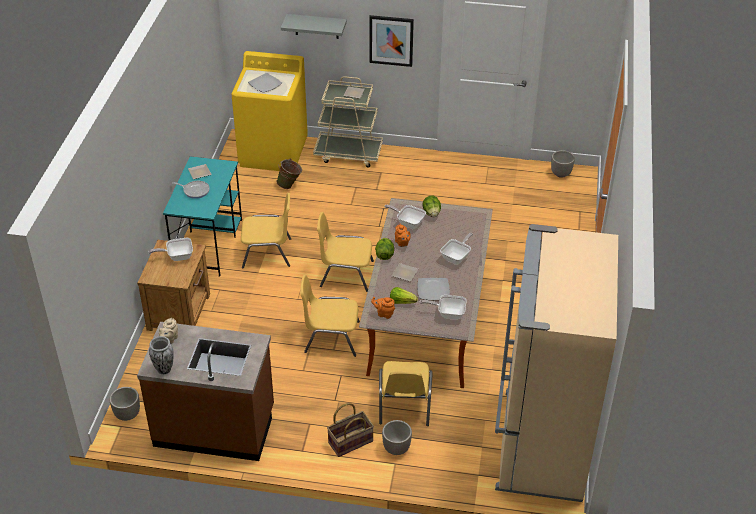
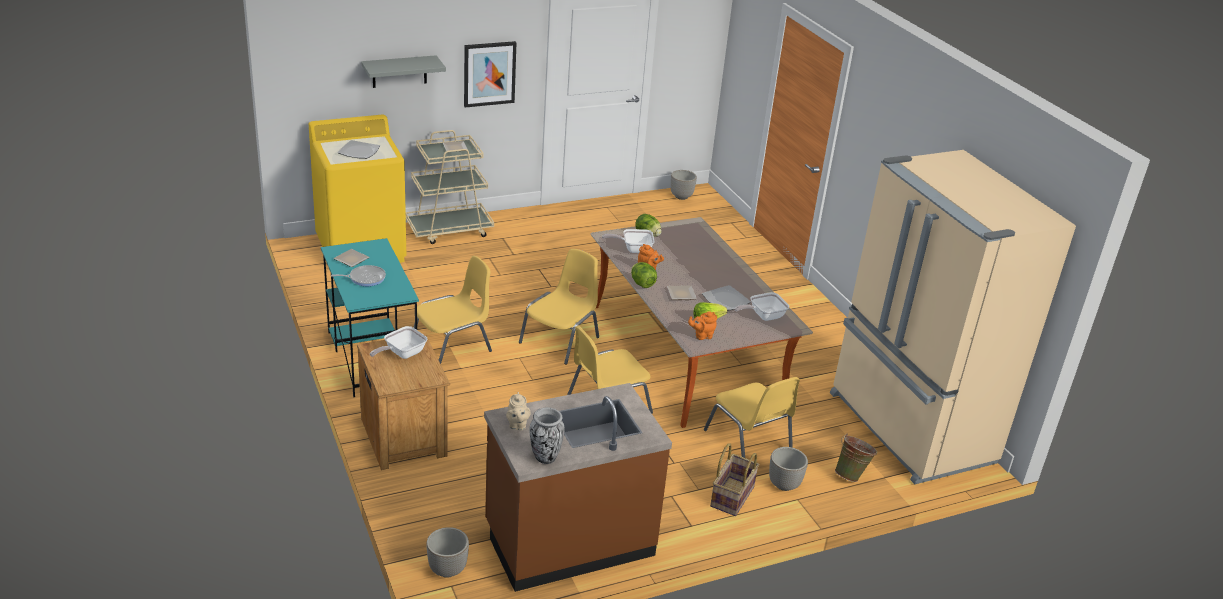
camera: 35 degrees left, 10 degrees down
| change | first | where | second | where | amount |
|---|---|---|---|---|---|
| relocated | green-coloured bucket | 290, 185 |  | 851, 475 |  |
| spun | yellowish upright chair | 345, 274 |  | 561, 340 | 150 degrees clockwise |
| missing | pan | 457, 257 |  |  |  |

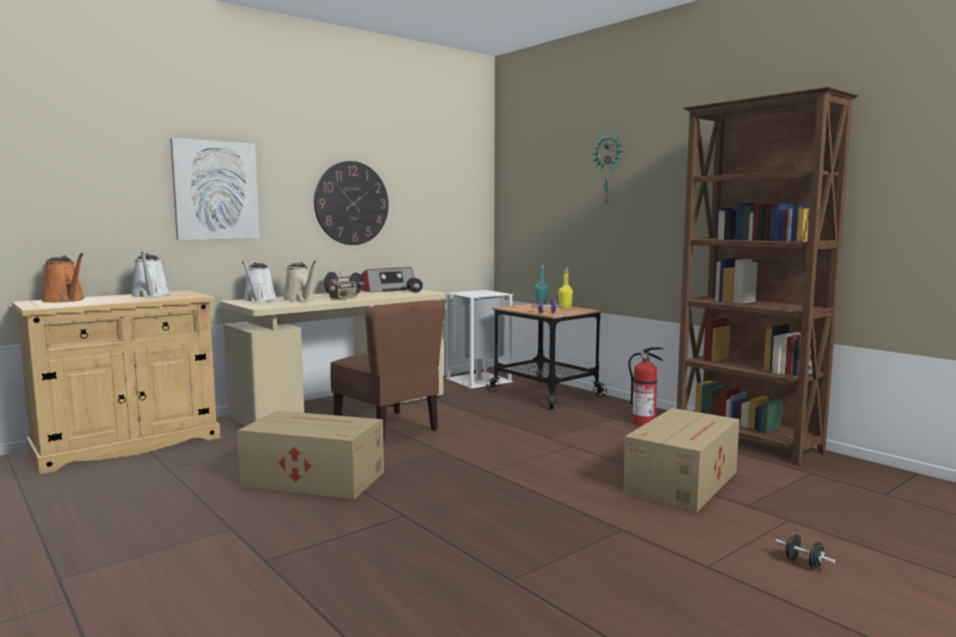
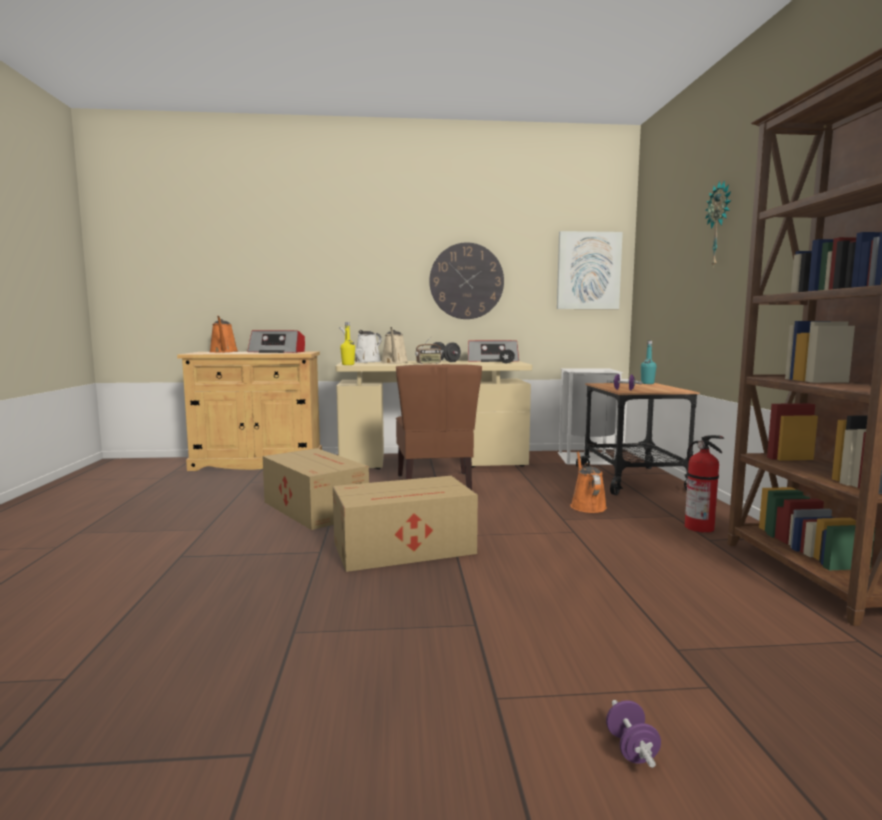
camera: 35 degrees right, 0 degrees up
| change | first | where | second | where | amount |
|---|---|---|---|---|---|
| exchanged | white watering can | 150, 296 | radio receiver | 277, 352 |  |
| relocated | wall picture | 215, 190 |  | 588, 271 |  |
| relocated | yellowish bottle | 565, 308 |  | 348, 364 |  |
| relocated | packing box | 683, 482 |  | 406, 548 |  |
| colour | blackish free weight | 803, 563 | purplish free weight | 631, 749 |  |
| appeared |  |  | orange watering can | 587, 506 |  |

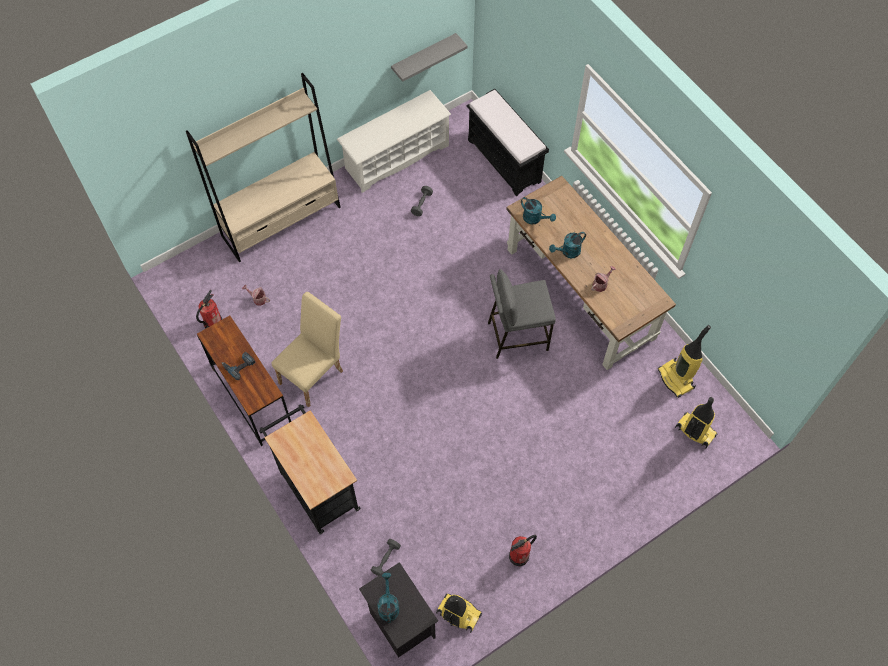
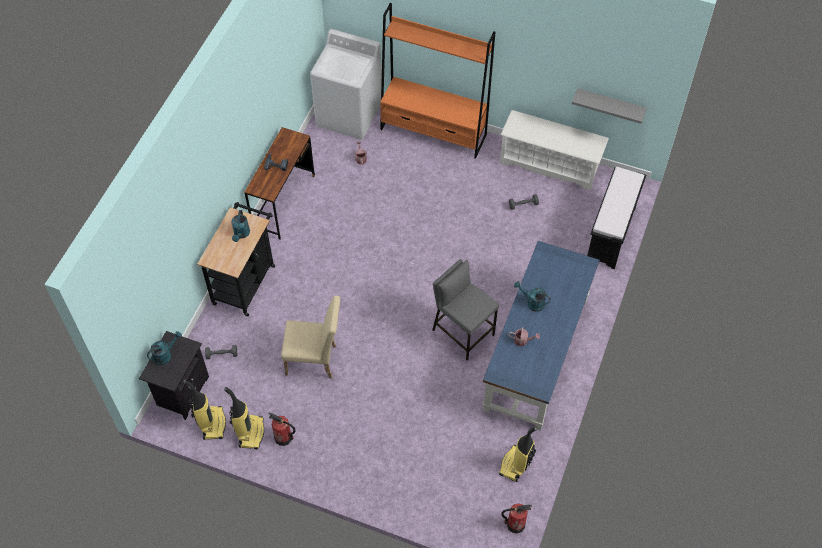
camera: 55 degrees right, 5 degrees down
| change | first | where | second | where | amount |
|---|---|---|---|---|---|
| colour | beige-coloured shelving unit | 281, 221 | orange shelving unit | 433, 132 |  |
| relocated | fire extinguisher | 213, 322 |  | 515, 524 |  |
| relocated | beige-coloured upright chair | 314, 373 |  | 315, 360 |  |
| colour | brown-coloured desk unit | 581, 293 | bluish desk unit | 536, 354 |  |
| relocated | blue-green watering can | 535, 219 |  | 241, 234 |  |
| relocated | vacuum | 694, 431 |  | 250, 432 |  |
| appeared |  |  | white laundry appliance | 349, 115 |  |

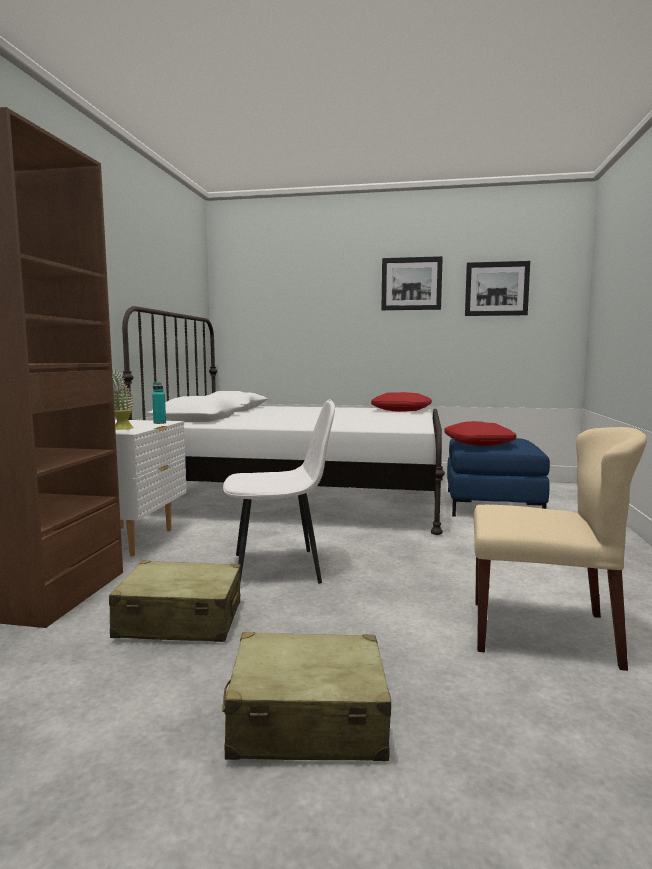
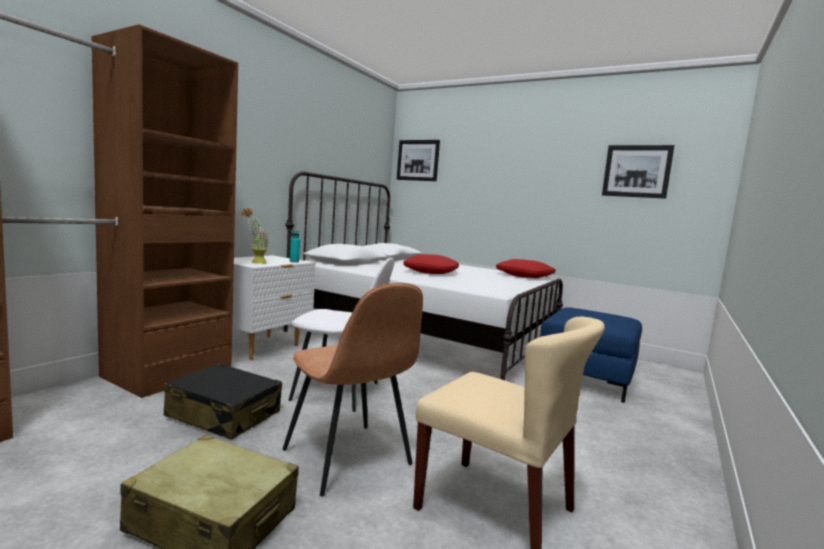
camera: 20 degrees right, 0 degrees up
| change | first | where | second | where | amount |
|---|---|---|---|---|---|
| colour | beige-coloured piece of luggage | 180, 620 | blackish piece of luggage | 224, 415 |  |
| relocated | wall picture | 411, 283 |  | 418, 160 |  |
| relocated | red-coloured pillow | 478, 443 |  | 430, 272 |  |
| appeared |  |  | brown-coloured upright chair | 348, 459 |  |

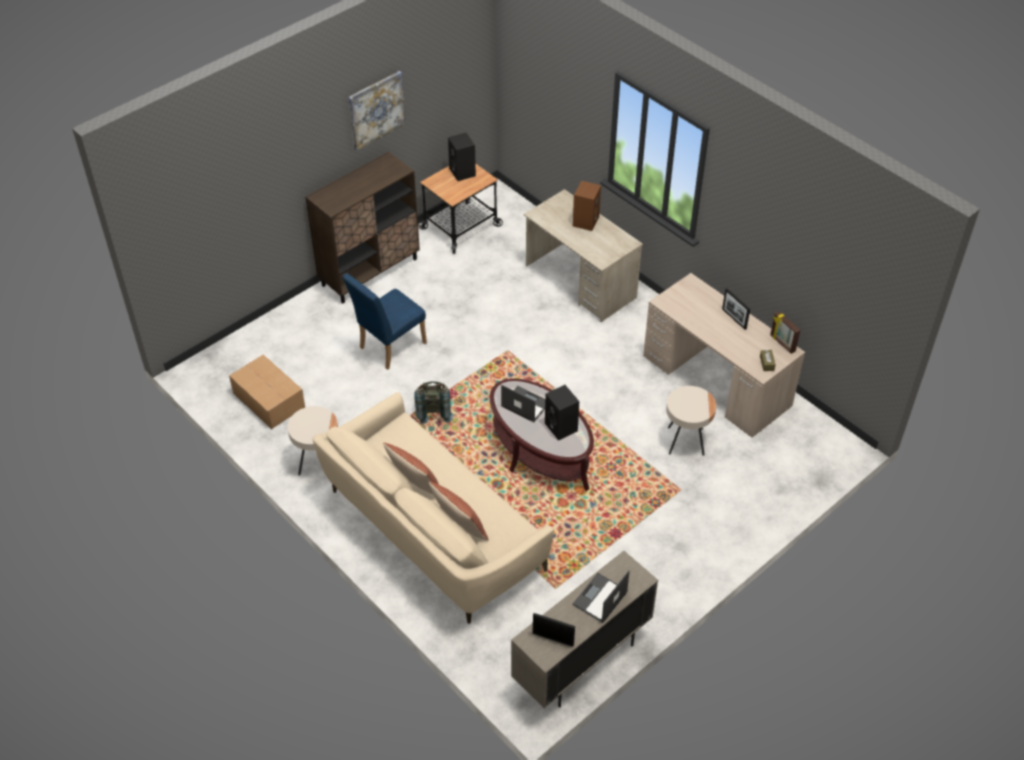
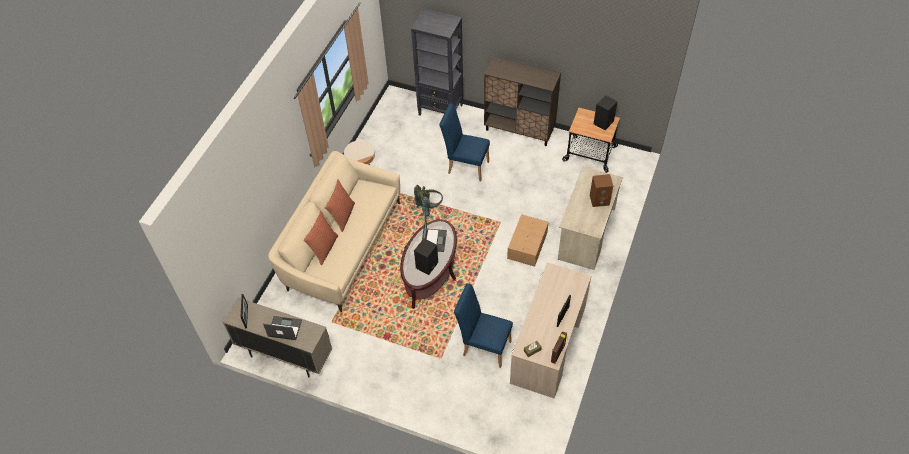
camera: 65 degrees right, 5 degrees up
| change | first | where | second | where | amount |
|---|---|---|---|---|---|
| relocated | packing box | 268, 399 |  | 528, 245 |  |
| missing | wall picture | 376, 110 |  |  |  |
| exchanged | beige-coloured accent table | 685, 441 | bluish upright chair | 483, 346 |  |
| appeared |  |  | blackish shelving unit | 441, 110 |  |

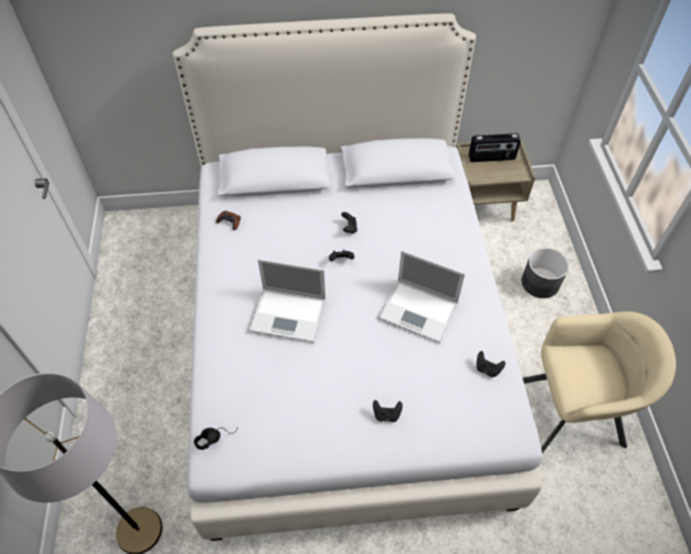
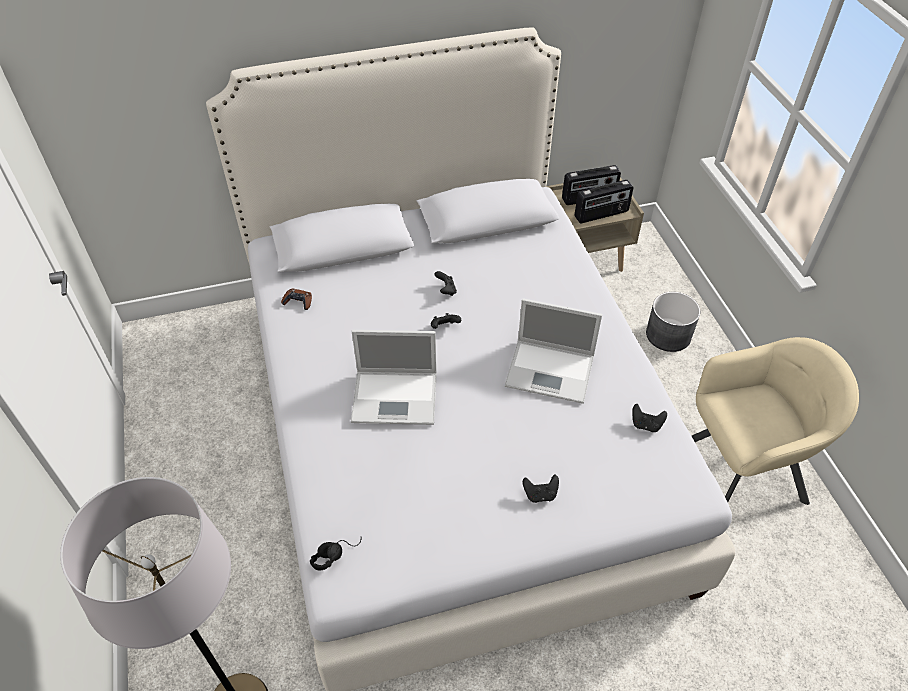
camera: 10 degrees left, 5 degrees down
| change | first | where | second | where | amount |
|---|---|---|---|---|---|
| appeared |  |  | radio receiver | 601, 214 |  |

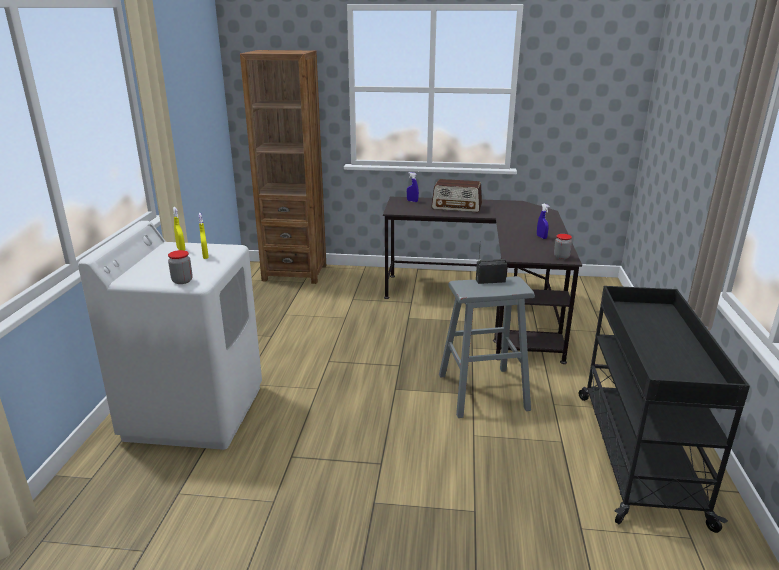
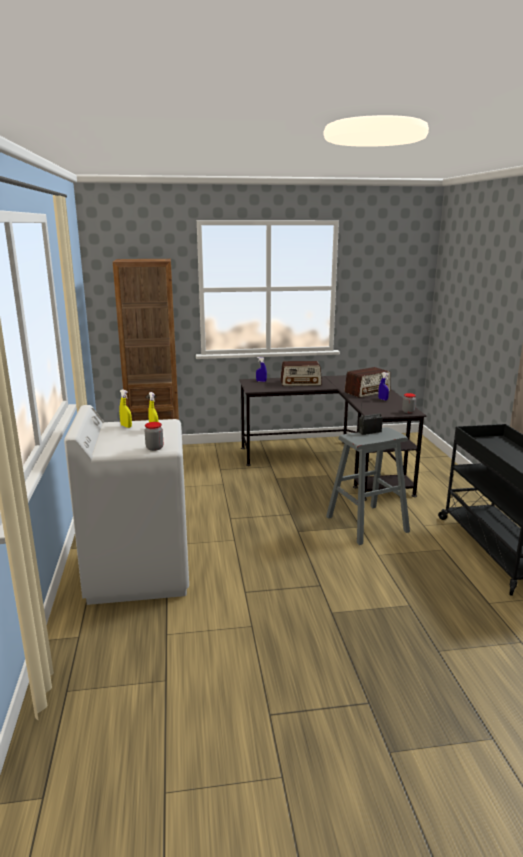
camera: 15 degrees left, 5 degrees down
| change | first | where | second | where | amount |
|---|---|---|---|---|---|
| appeared |  |  | radio receiver | 367, 392 |  |

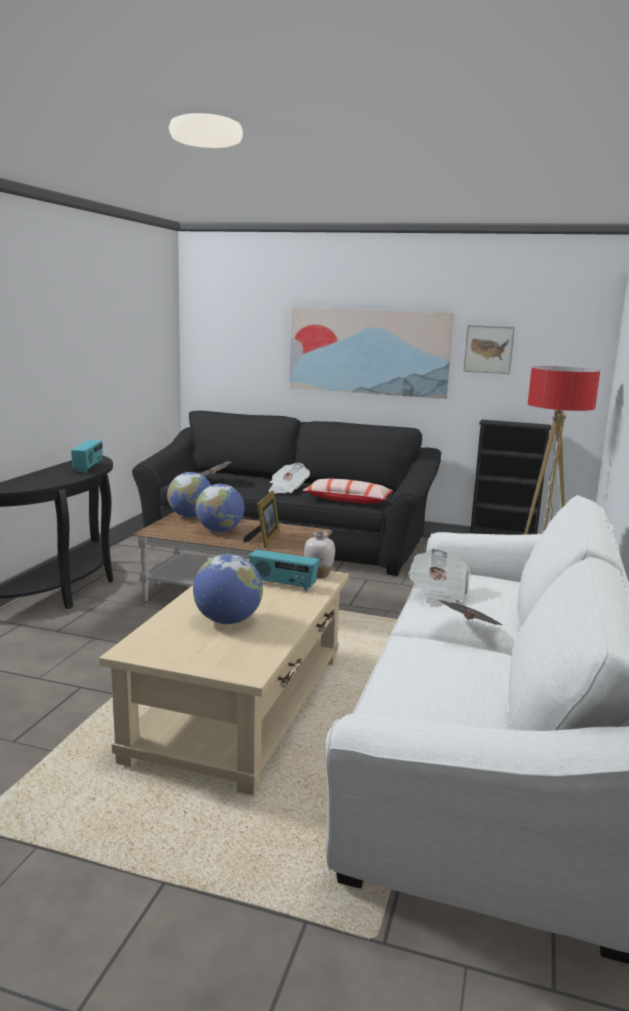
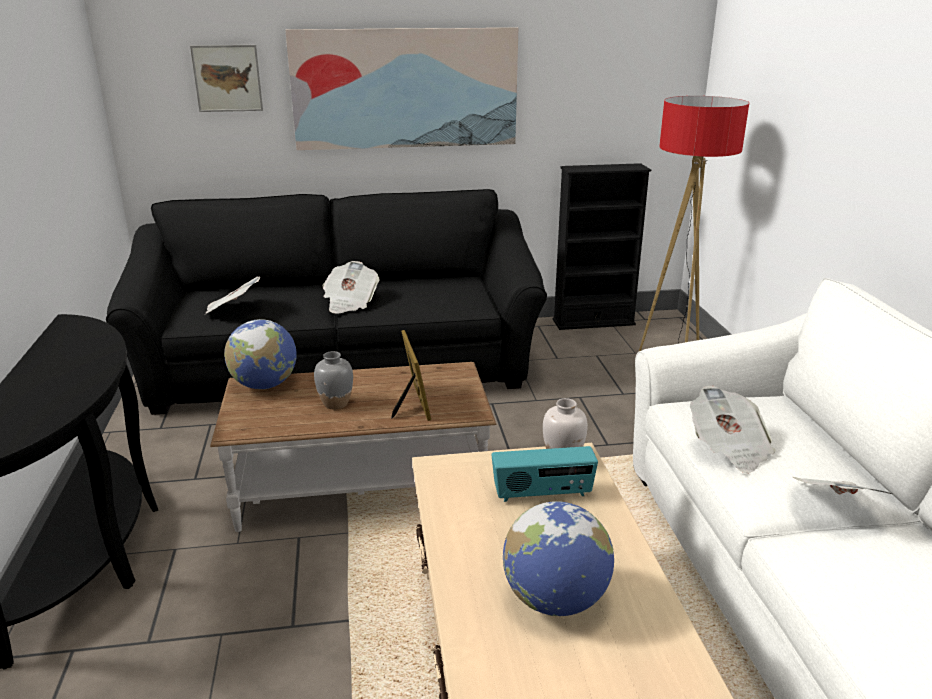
camera: 25 degrees left, 10 degrees up
| change | first | where | second | where | amount |
|---|---|---|---|---|---|
| missing | radio receiver | 88, 467 |  |  |  |
| exchanged | desk globe | 220, 531 | gray flower vase | 335, 404 |  |
| missing | pillow | 347, 500 |  |  |  |
| relocated | wall picture | 488, 349 |  | 227, 78 |  |

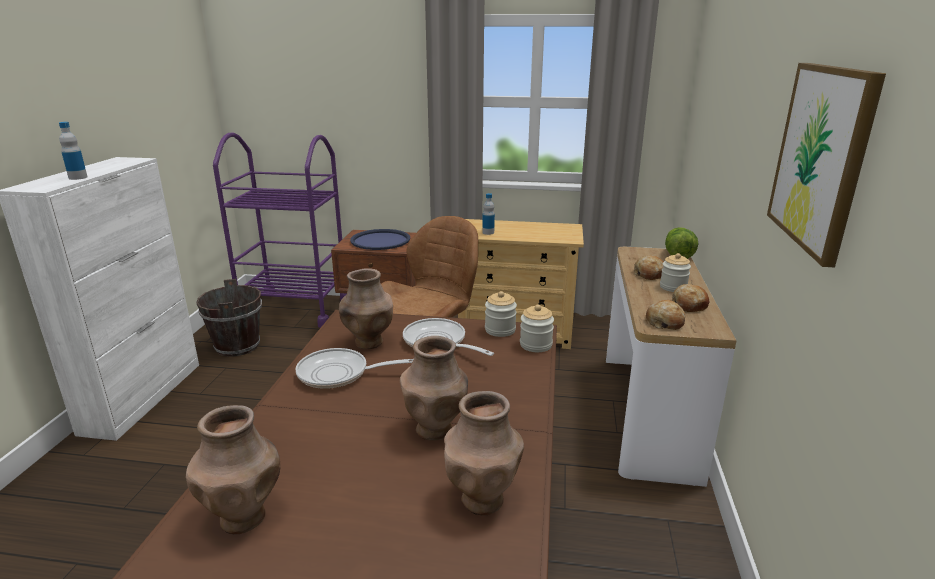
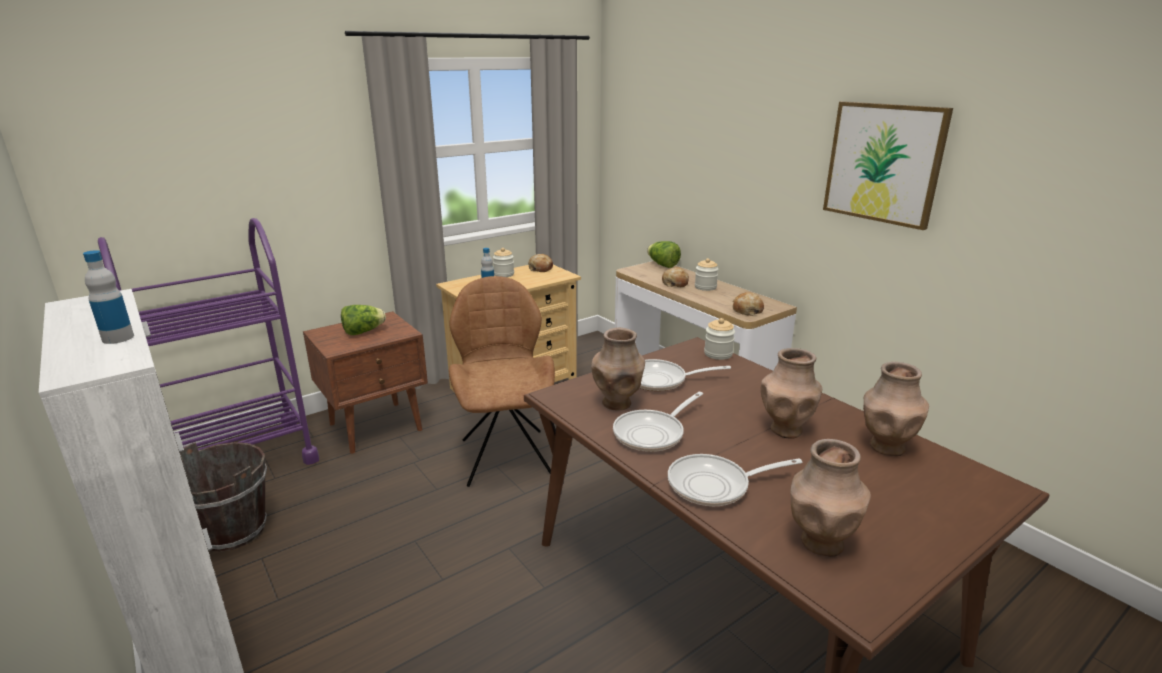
camera: 45 degrees left, 0 degrees up
| change | first | where | second | where | amount |
|---|---|---|---|---|---|
| exchanged | bluish serving tray | 380, 240 | head of lettuce | 363, 332 |  |
| relocated | preserve jar | 500, 330 |  | 504, 274 |  |
| relocated | baked bread | 689, 305 |  | 541, 268 |  |
| appeared |  |  | pan | 715, 485 |  |

